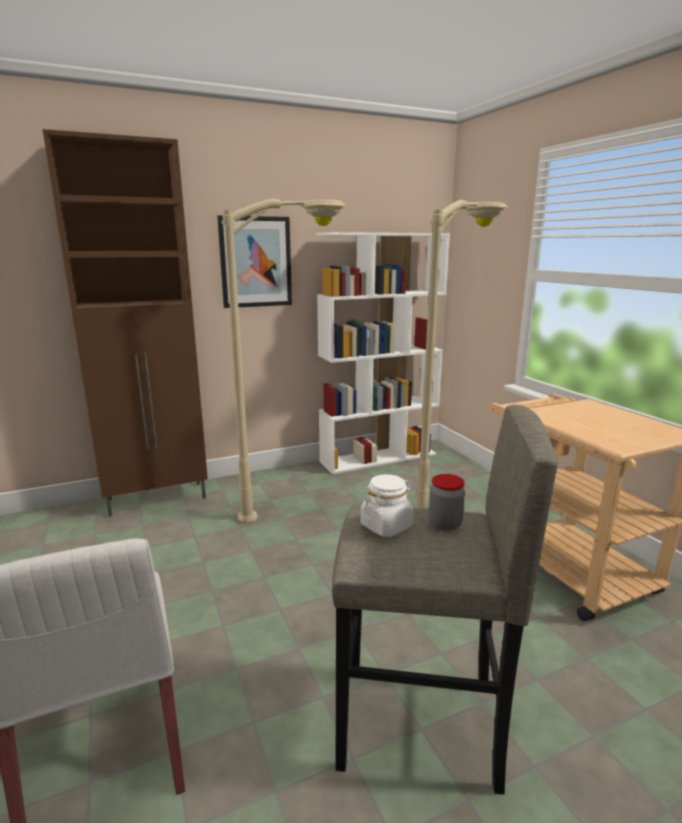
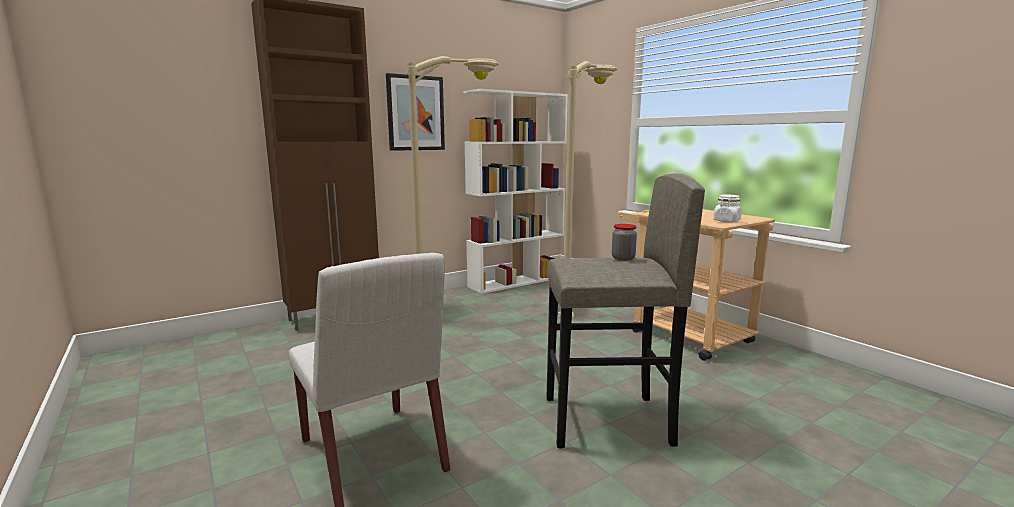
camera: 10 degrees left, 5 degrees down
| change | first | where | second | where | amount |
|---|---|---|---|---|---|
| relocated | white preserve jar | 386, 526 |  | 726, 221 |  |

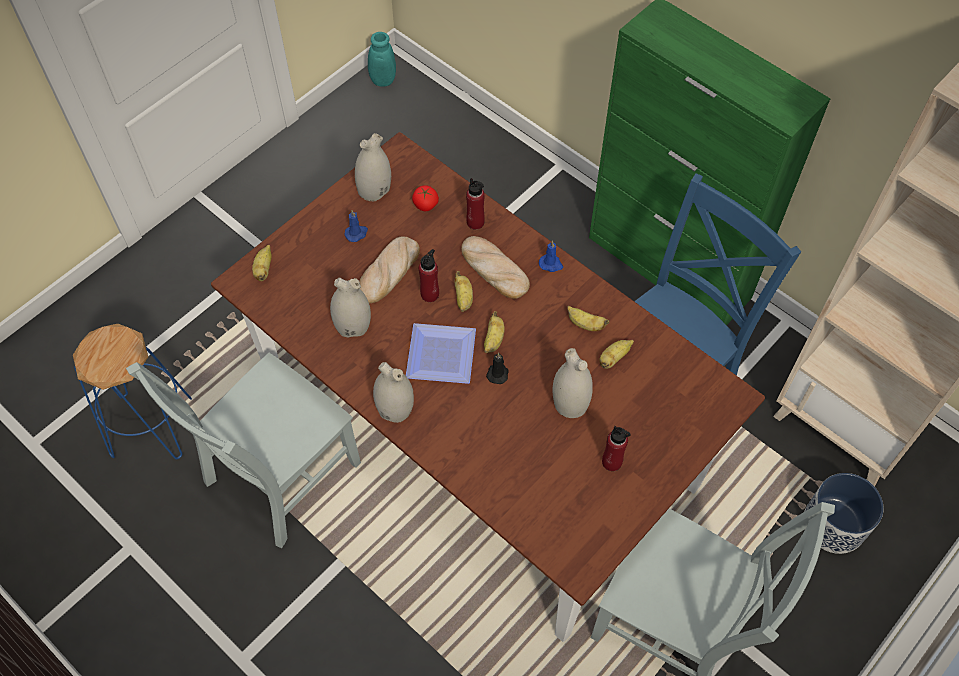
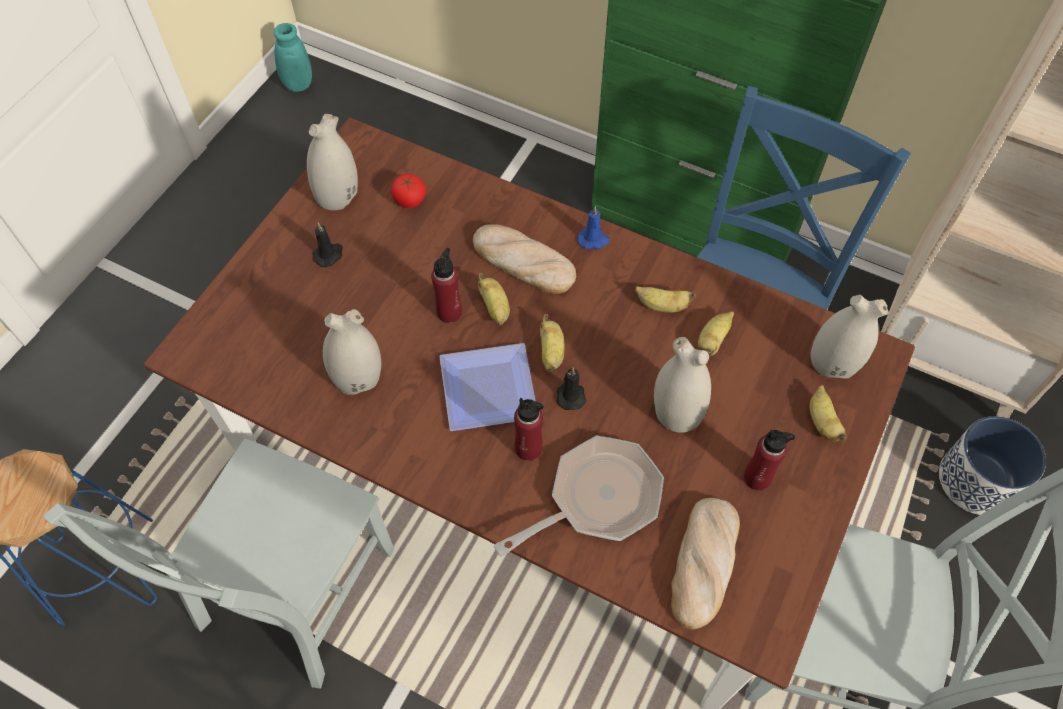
camera: 15 degrees left, 0 degrees up
| change | first | where | second | where | amount |
|---|---|---|---|---|---|
| relocated | whole banana | 264, 269 |  | 822, 421 |  |
| colour | bluish candle | 356, 233 | blackish candle | 329, 255 |  |
| relocated | baked bread | 388, 272 |  | 704, 564 |  |
| relocated | white flower vase | 395, 409 |  | 834, 362 |  |
| relocated | red-coloured bottle | 475, 222 |  | 528, 448 |  |
| appeared |  |  | pan | 597, 499 |  |

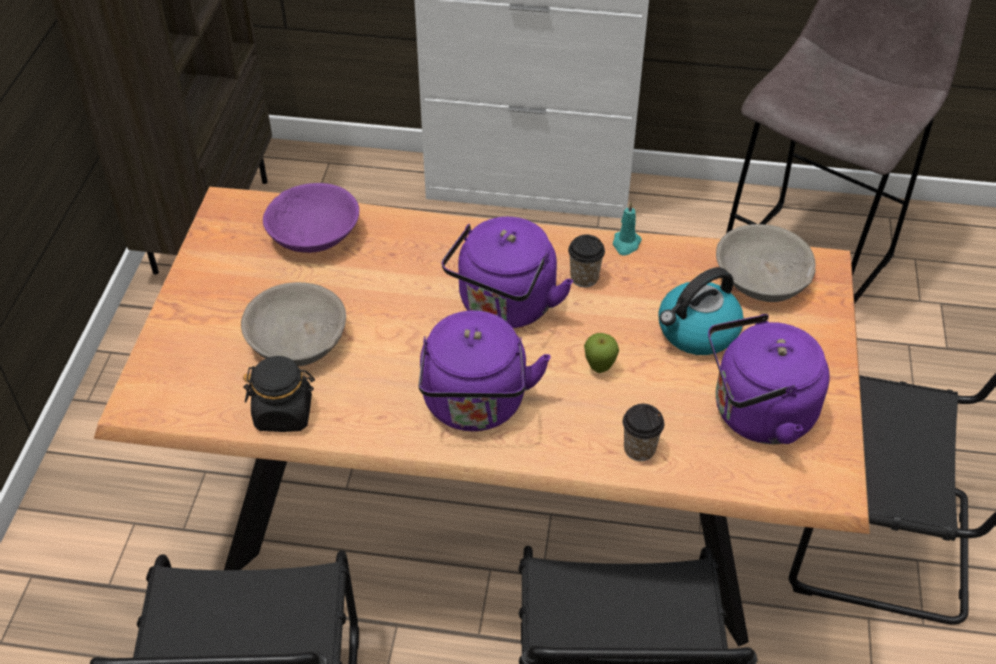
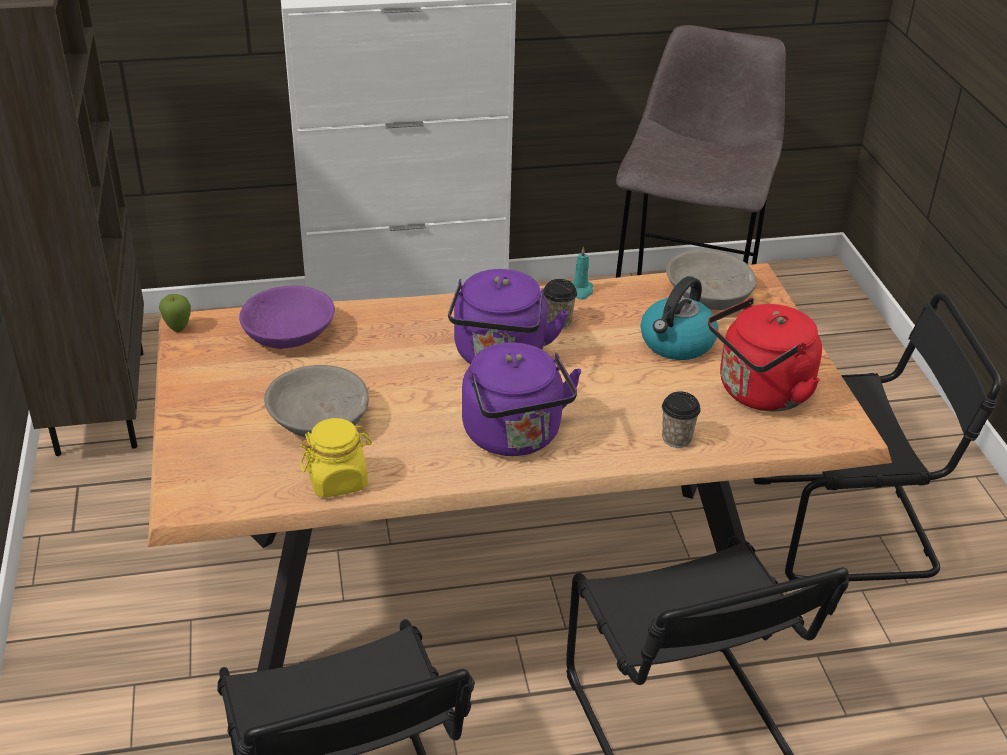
camera: 20 degrees left, 10 degrees down
| change | first | where | second | where | amount |
|---|---|---|---|---|---|
| colour | blackish preserve jar | 284, 413 | yellowish preserve jar | 338, 480 |  |
| relocated | apple fruit | 599, 368 |  | 178, 329 |  |
| colour | purplish tea kettle | 757, 414 | red-coloured tea kettle | 759, 393 |  |

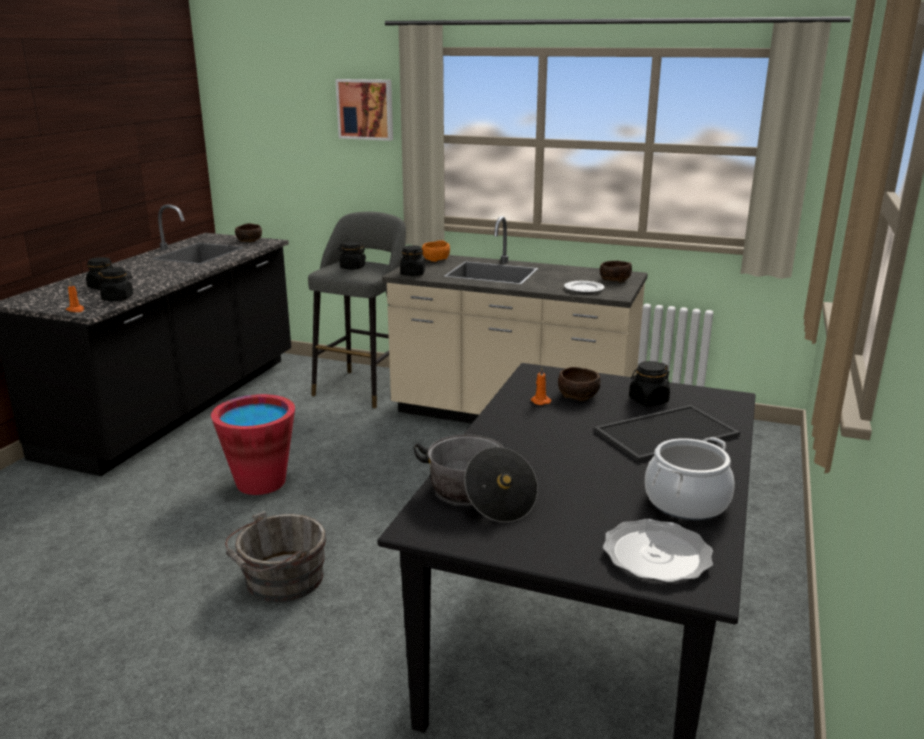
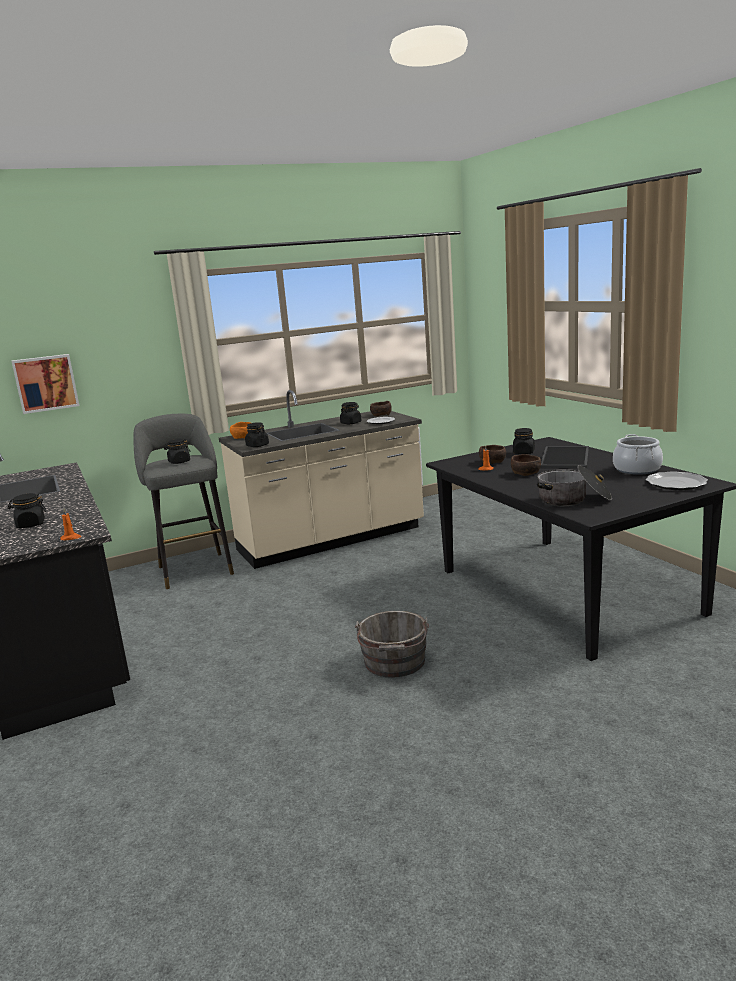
camera: 45 degrees left, 5 degrees down
| change | first | where | second | where | amount |
|---|---|---|---|---|---|
| relocated | blackish preserve jar | 118, 298 |  | 351, 423 |  |
| missing | red-coloured bucket | 261, 482 |  |  |  |
| relocated | brown-coloured serving bowl | 249, 241 |  | 526, 473 |  |
| relocated | wall picture | 366, 109 |  | 46, 383 |  |

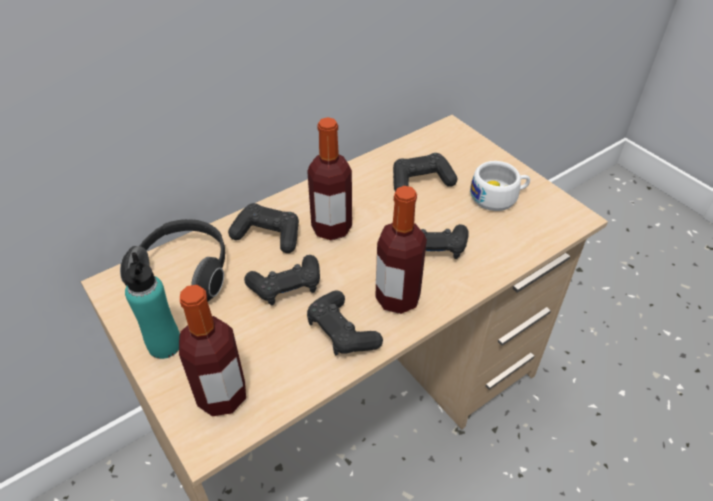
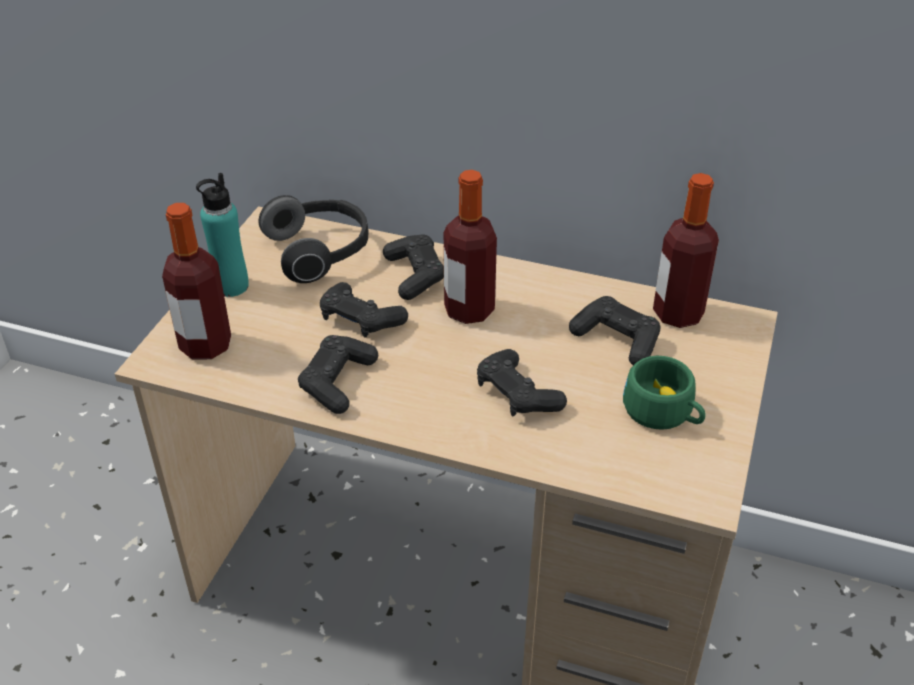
camera: 55 degrees right, 5 degrees down
| change | first | where | second | where | amount |
|---|---|---|---|---|---|
| relocated | bottle | 397, 298 |  | 678, 314 |  |
| colour | white small cup | 498, 197 | green-coloured small cup | 664, 413 |  |

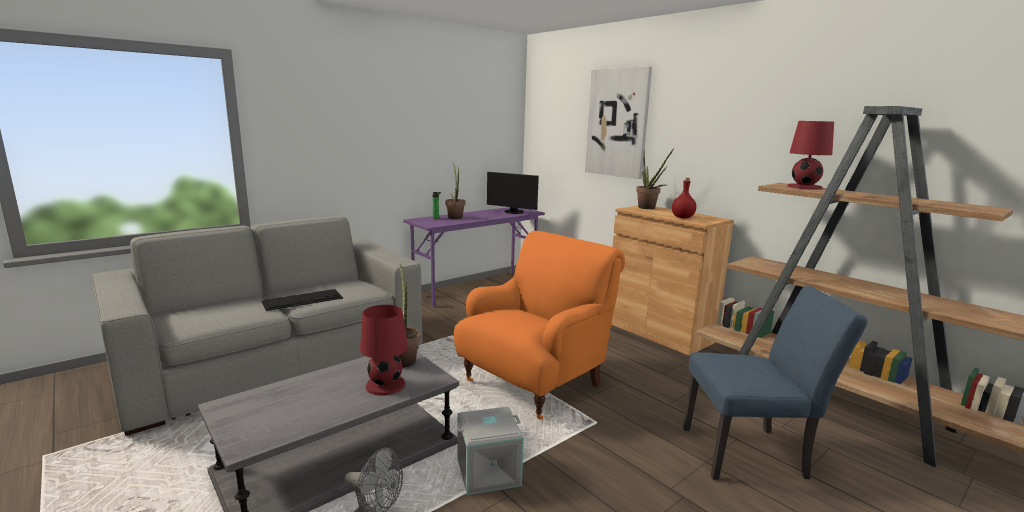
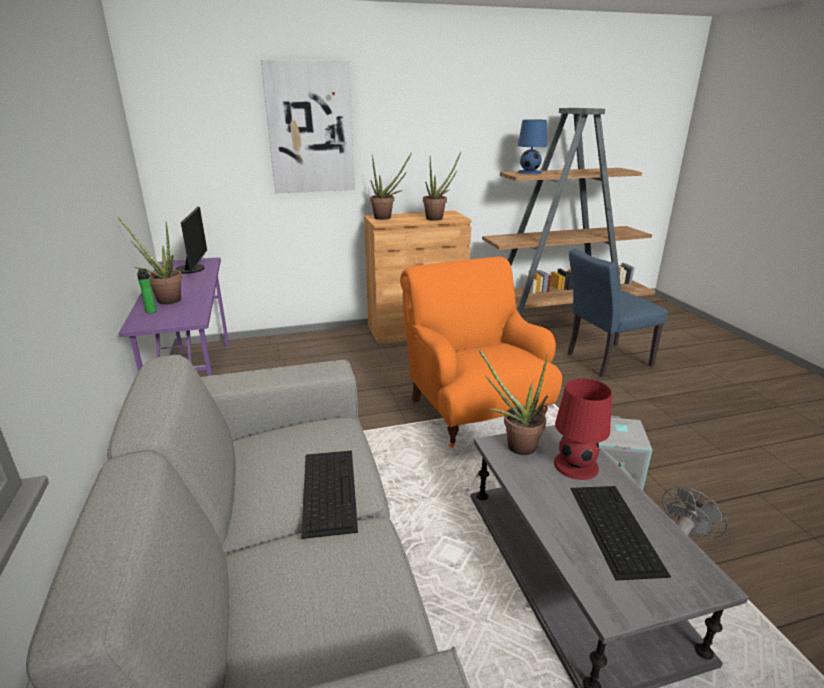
camera: 65 degrees left, 10 degrees up
| change | first | where | second | where | amount |
|---|---|---|---|---|---|
| spun | monitor | 513, 212 |  | 193, 269 | 60 degrees counterclockwise |
| exchanged | red-coloured bottle | 682, 217 | potted plant | 437, 218 |  |
| spun | bluish upright chair | 752, 453 |  | 603, 360 | 135 degrees counterclockwise |
| colour | red-coloured tabletop lamp | 804, 187 | bluish tabletop lamp | 530, 172 |  |
| appeared |  |  | keyboard | 614, 527 |  |

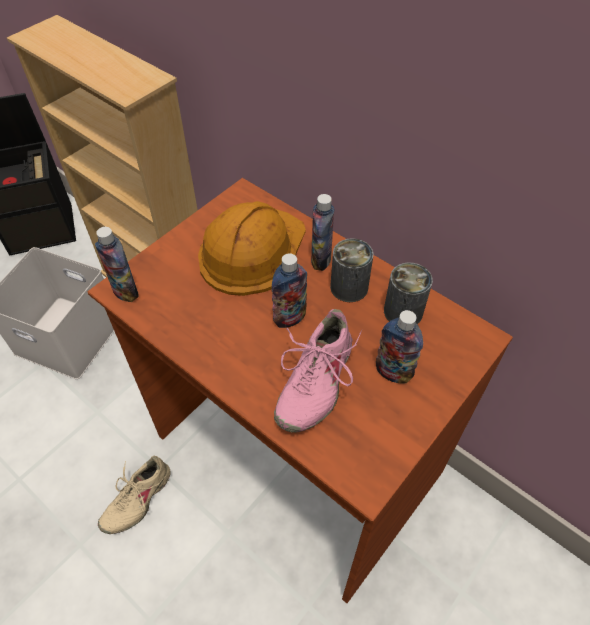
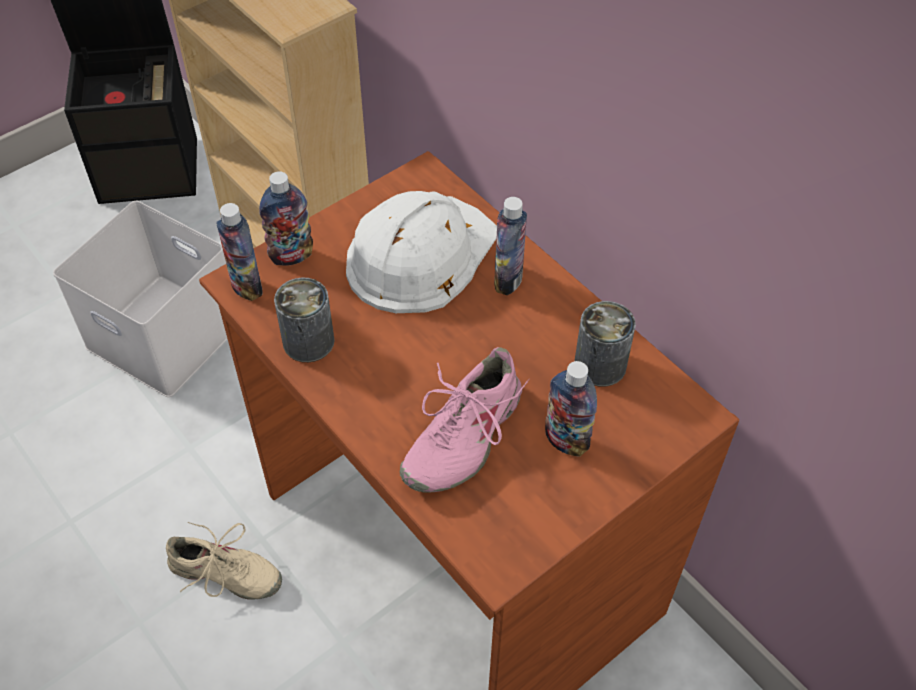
camera: 10 degrees right, 0 degrees up
| change | first | where | second | where | amount |
|---|---|---|---|---|---|
| spun | beige-coloured low shoe | 137, 499 |  | 225, 575 | 120 degrees counterclockwise |
| colour | orange work helmet | 252, 250 | white work helmet | 419, 254 |  |
| relocated | bottle | 290, 318 |  | 291, 255 |  |
| relocated | can | 349, 287 |  | 308, 341 |  |

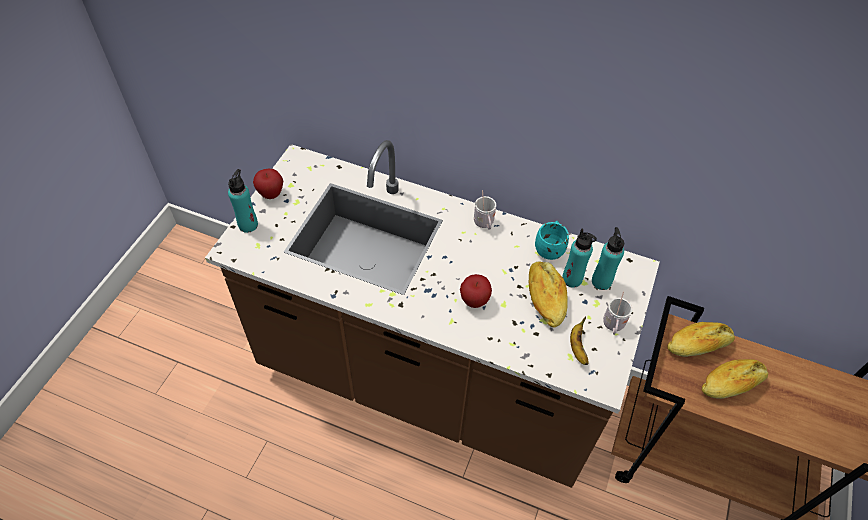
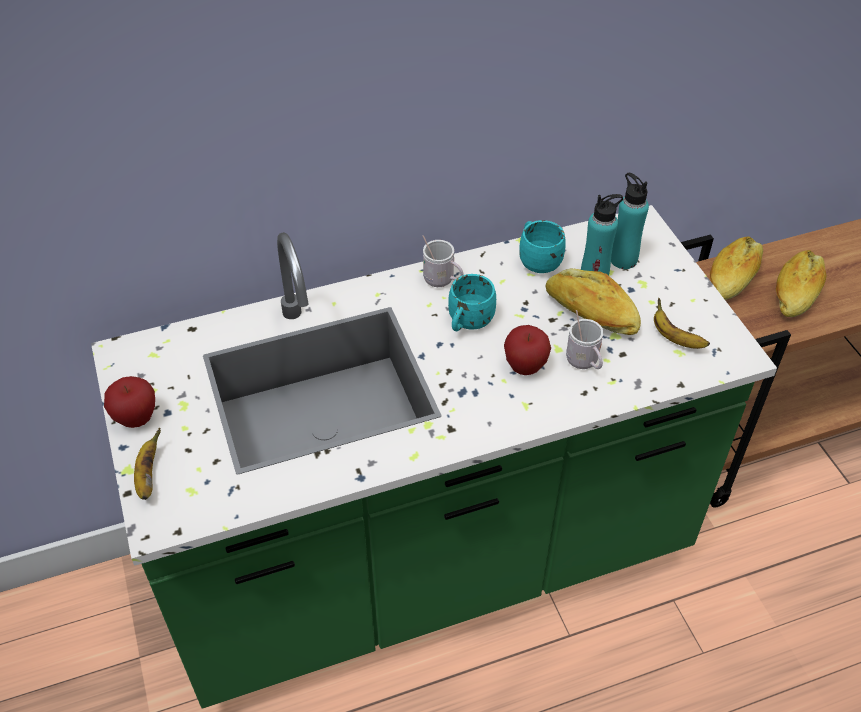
camera: 40 degrees left, 5 degrees down
| change | first | where | second | where | amount |
|---|---|---|---|---|---|
| colour | brown-coloured kitchen base unit | 429, 382 | green-coloured kitchen base unit | 430, 564 |  |
| exchanged | blue-green bottle | 248, 225 | whole banana | 148, 476 |  |
| relocated | white coffee mug | 613, 326 |  | 584, 363 |  |
| appeared |  |  | blue-green coffee mug | 468, 323 |  |

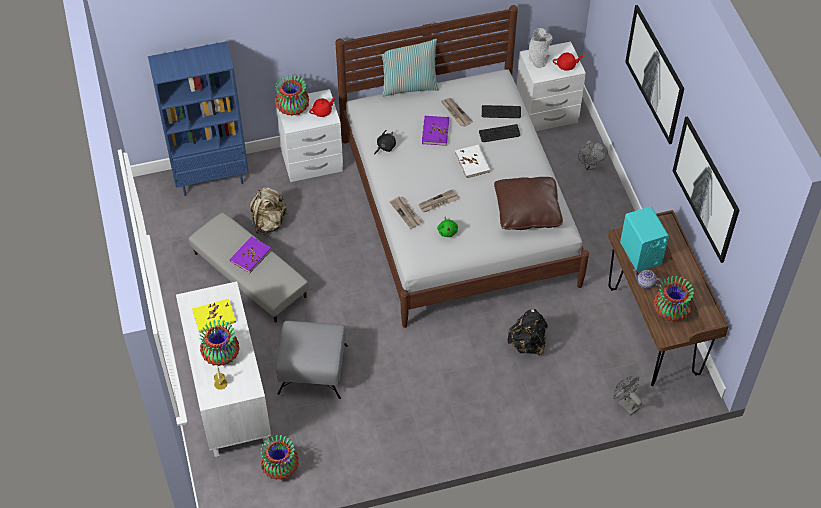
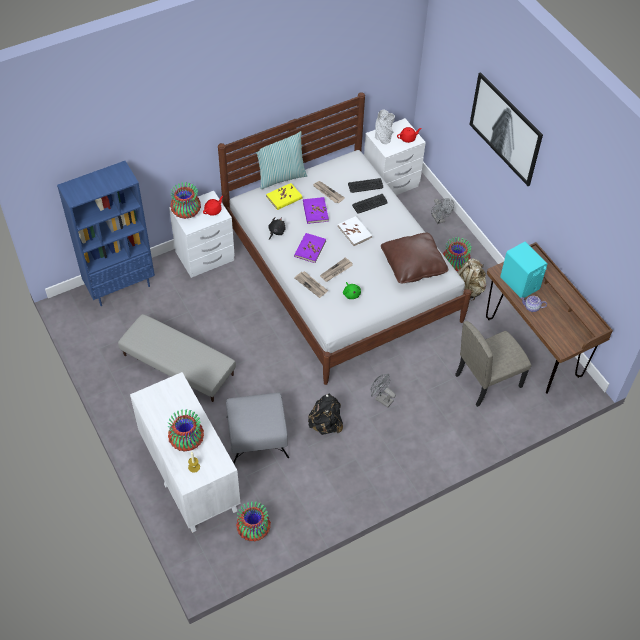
camera: 15 degrees left, 0 degrees up
| change | first | where | second | where | amount |
|---|---|---|---|---|---|
| relocated | yellowish bound book | 214, 317 |  | 284, 197 |  |
| relocated | purplish bound book | 250, 256 |  | 310, 249 |  |
| relocated | beige-coloured rucksack | 269, 222 |  | 469, 289 |  |
| relocated | blackish rucksack | 527, 344 |  | 326, 424 |  |
| relocated | gray cooling fan | 625, 404 |  | 381, 399 |  |
| relocated | flower vase | 671, 311 |  | 454, 264 |  |
| missing | wall picture | 707, 189 |  |  |  |
| appeared |  |  | beige-coloured upright chair | 488, 380 |  |

